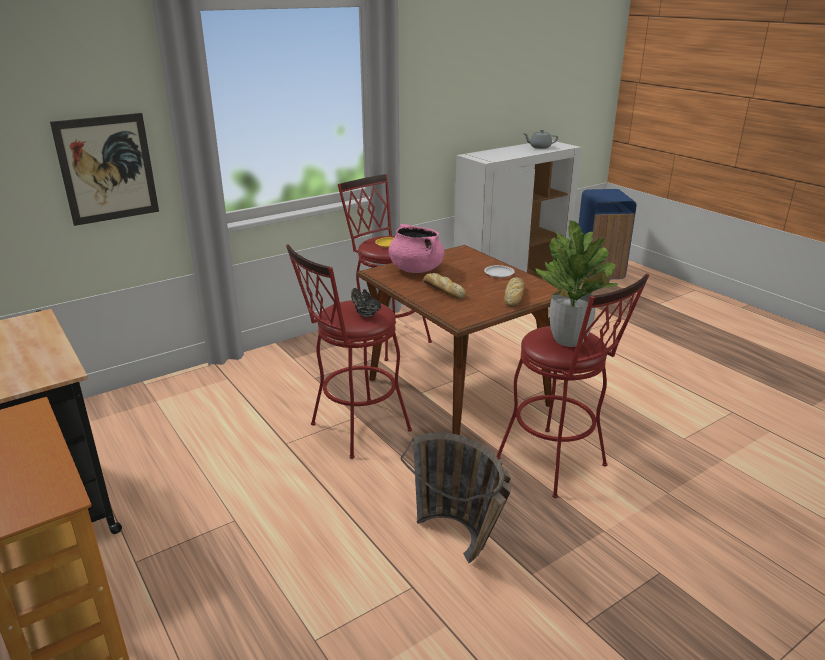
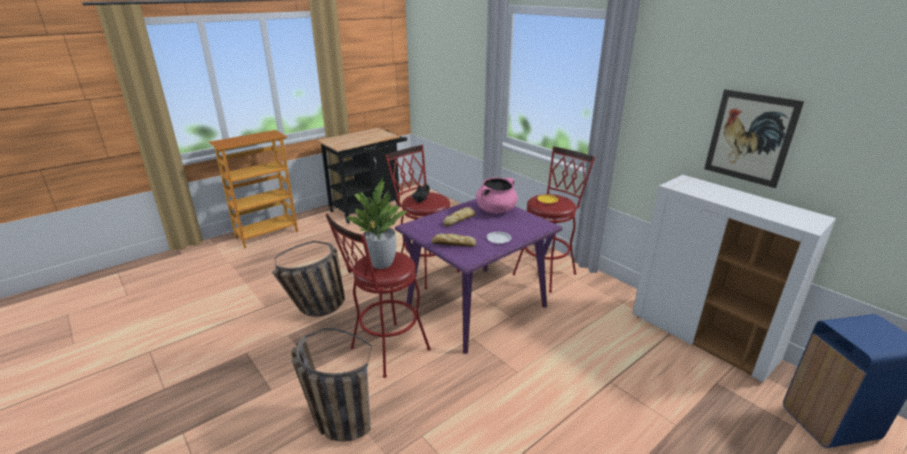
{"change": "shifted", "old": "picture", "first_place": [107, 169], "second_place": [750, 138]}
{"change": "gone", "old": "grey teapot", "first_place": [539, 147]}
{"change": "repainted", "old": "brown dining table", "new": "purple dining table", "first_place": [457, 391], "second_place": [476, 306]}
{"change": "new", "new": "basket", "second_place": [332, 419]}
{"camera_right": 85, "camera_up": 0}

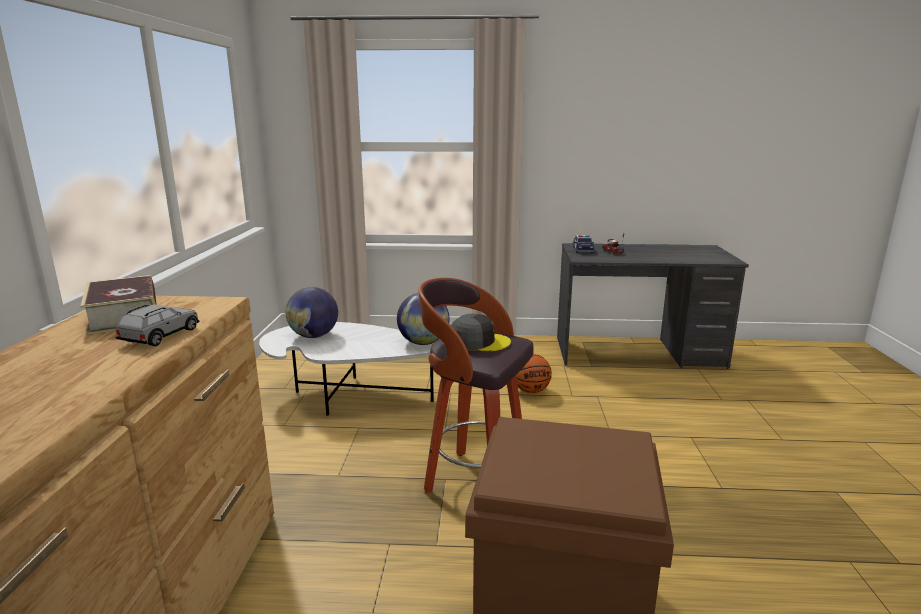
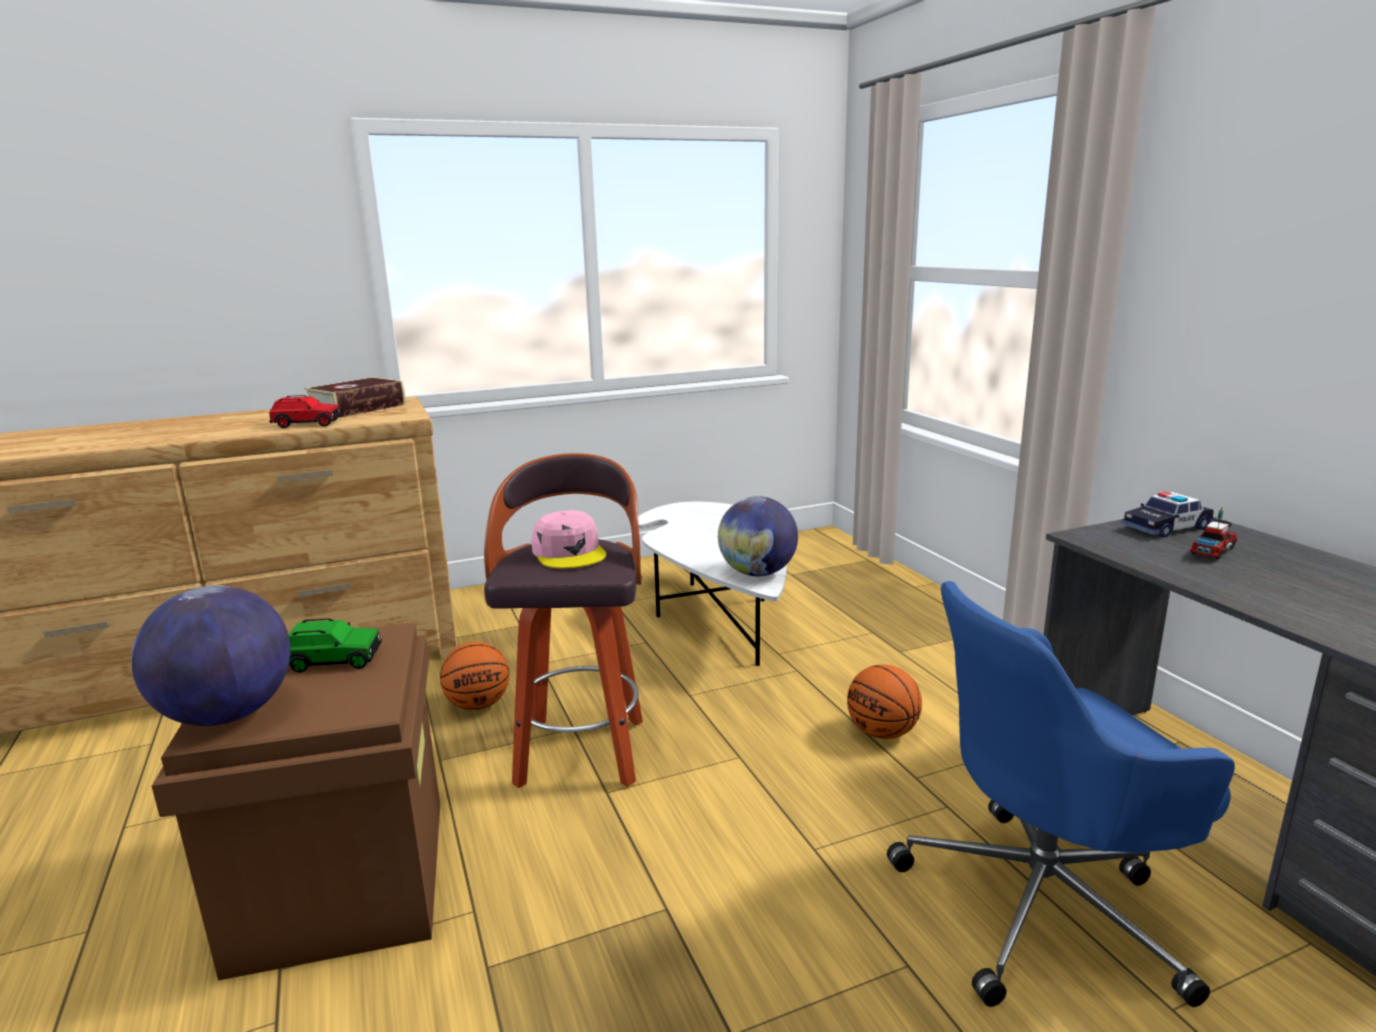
{"change": "shifted", "old": "globe", "first_place": [314, 336], "second_place": [227, 715]}
{"change": "repainted", "old": "grey toy car", "new": "red toy car", "first_place": [160, 336], "second_place": [307, 424]}
{"change": "repainted", "old": "grey cap", "new": "pink cap", "first_place": [478, 342], "second_place": [569, 552]}
{"change": "new", "new": "blue office chair", "second_place": [1043, 905]}
{"change": "new", "new": "green toy car", "second_place": [333, 660]}
{"change": "new", "new": "basketball", "second_place": [478, 705]}
{"camera_right": 65, "camera_up": 0}

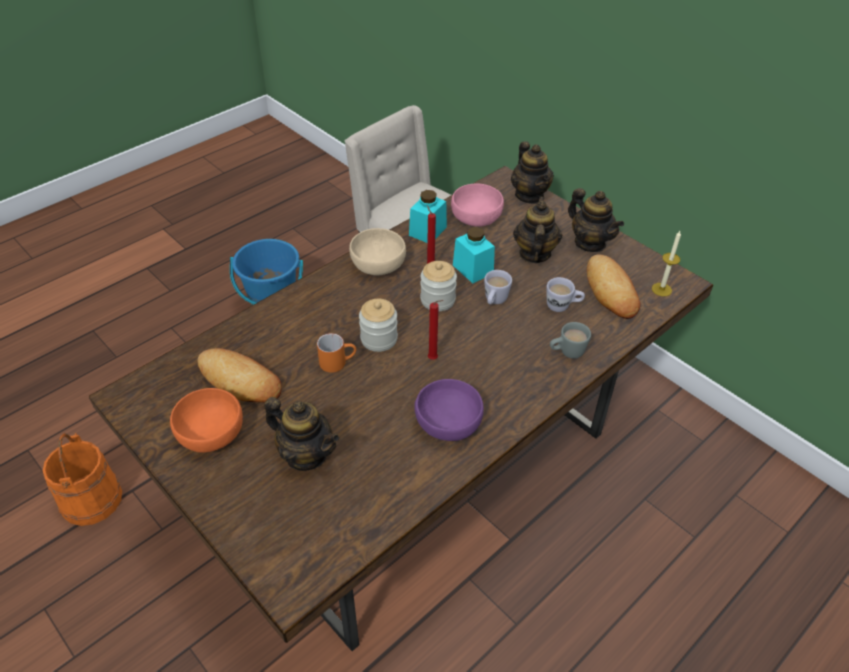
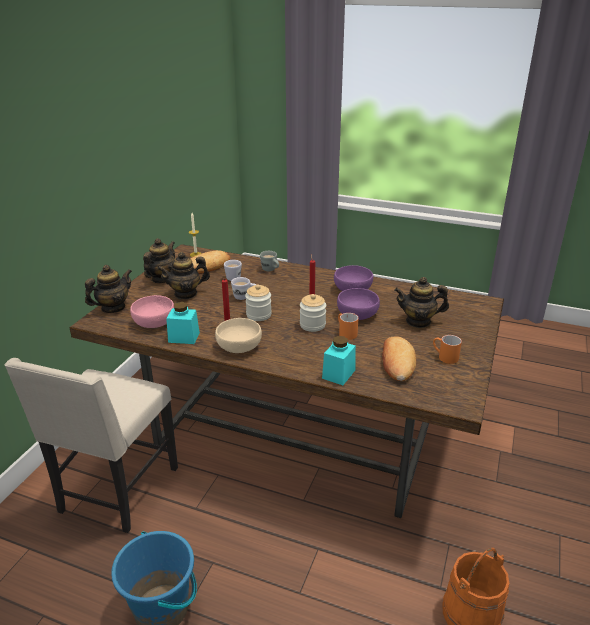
{"change": "shifted", "old": "turquoise jar", "first_place": [473, 269], "second_place": [338, 374]}
{"change": "swapped", "old": "orange bowl", "new": "orange mug", "first_place": [210, 433], "second_place": [444, 357]}
{"change": "rotated", "old": "teapot", "first_place": [306, 454], "second_place": [418, 321], "degrees": -90}
{"change": "new", "new": "purple bowl", "second_place": [356, 314]}
{"camera_right": -115, "camera_up": -15}

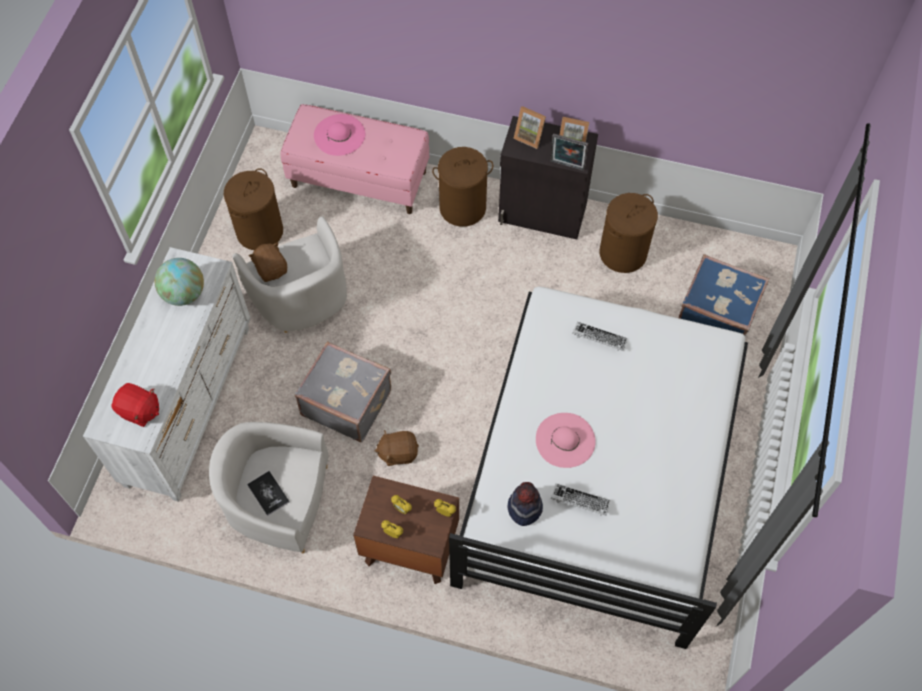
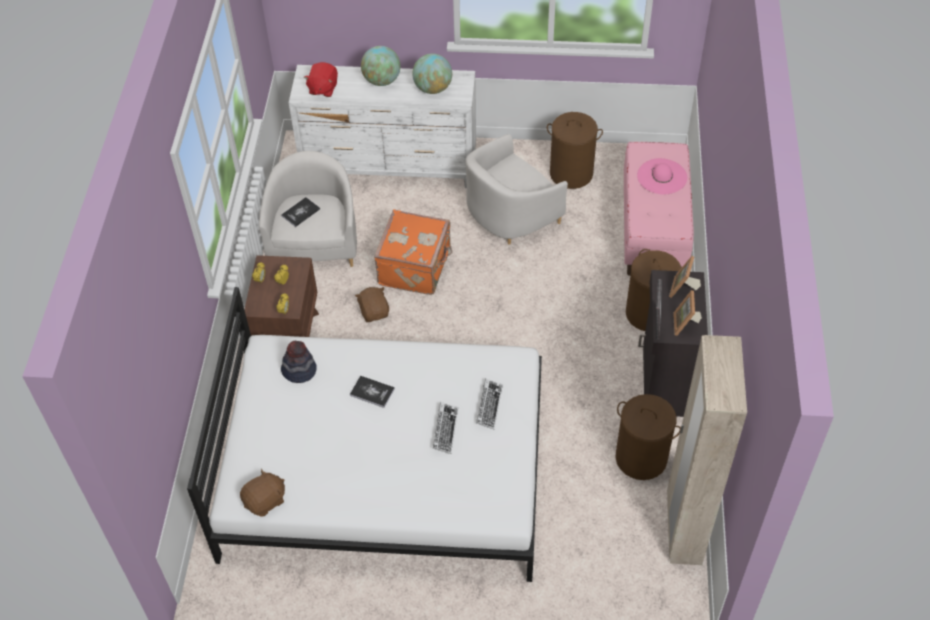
{"change": "shifted", "old": "brown plush toy", "first_place": [271, 269], "second_place": [265, 501]}
{"change": "gone", "old": "blue suitcase", "first_place": [716, 314]}
{"change": "repainted", "old": "grey suitcase", "new": "orange suitcase", "first_place": [347, 402], "second_place": [416, 267]}
{"change": "swapped", "old": "pink hat", "new": "book", "first_place": [565, 440], "second_place": [372, 392]}
{"change": "shifted", "old": "keyboard", "first_place": [580, 501], "second_place": [445, 430]}
{"change": "new", "new": "globe", "second_place": [382, 80]}
{"change": "new", "new": "beige wardrobe", "second_place": [683, 529]}
{"camera_right": 80, "camera_up": -10}

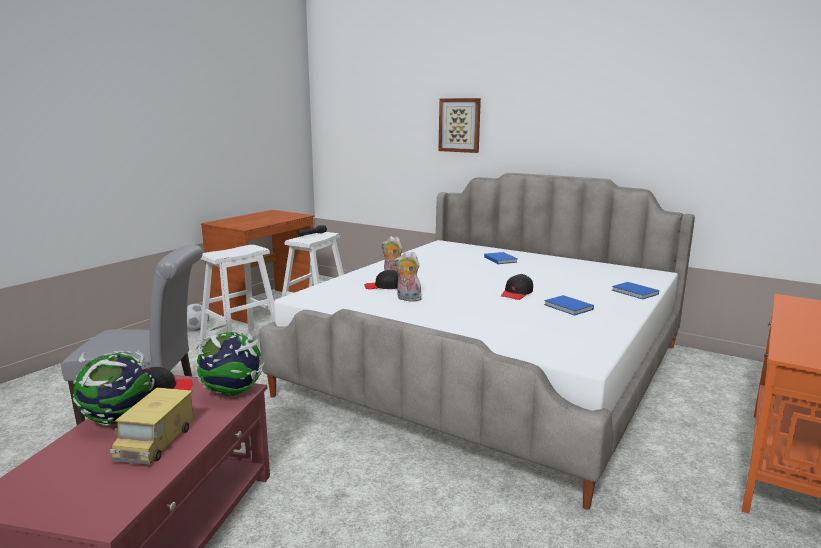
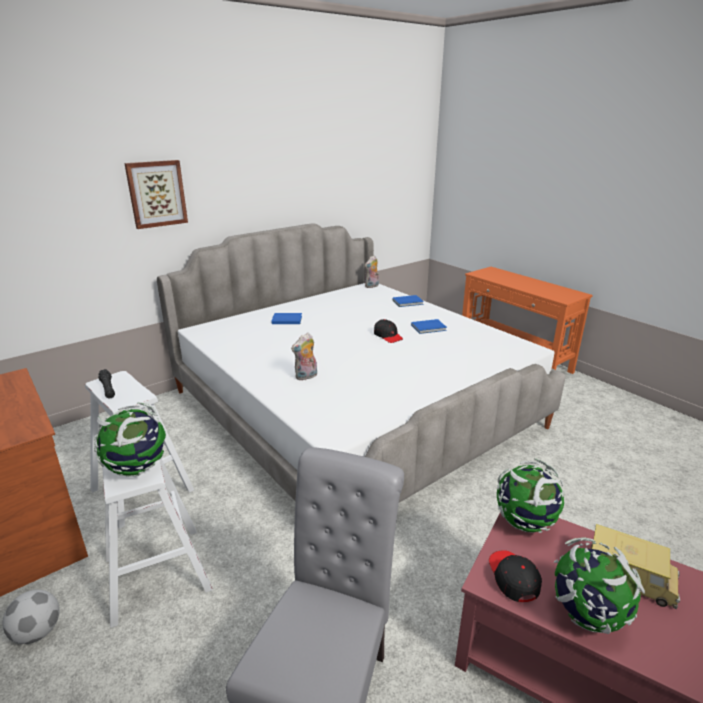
{"change": "shifted", "old": "plush toy", "first_place": [407, 299], "second_place": [372, 286]}
{"change": "gone", "old": "black cap", "first_place": [384, 287]}
{"change": "new", "new": "globe", "second_place": [138, 468]}
{"camera_right": -70, "camera_up": 10}

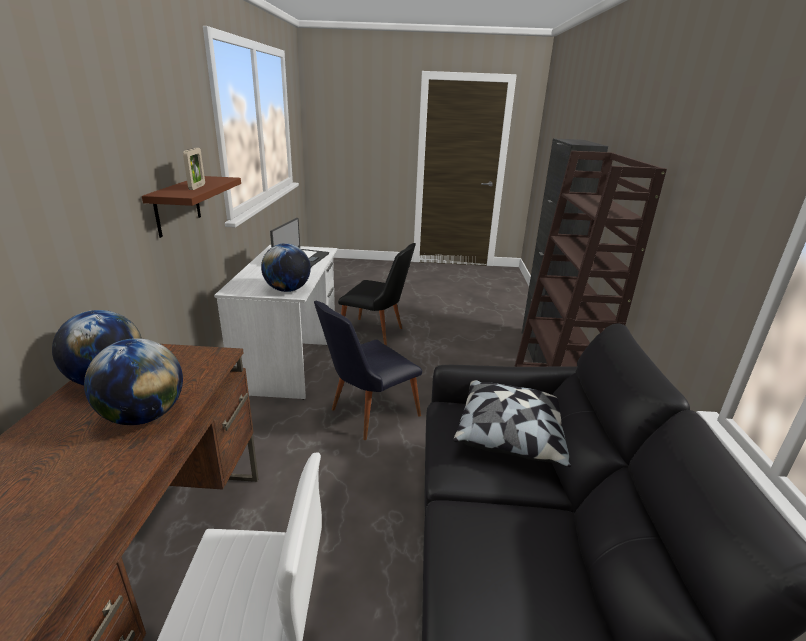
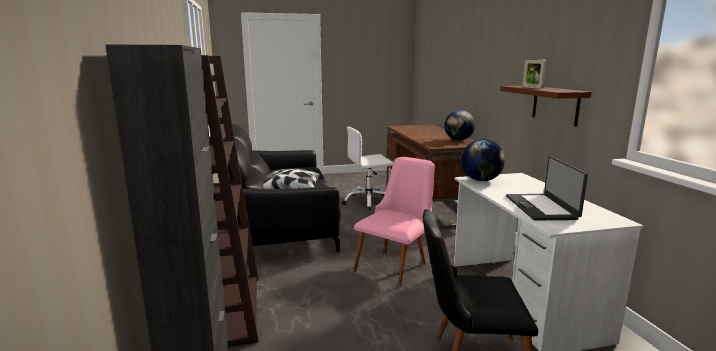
{"change": "repainted", "old": "black chair", "new": "pink chair", "first_place": [367, 414], "second_place": [396, 265]}
{"change": "gone", "old": "globe", "first_place": [144, 416]}
{"camera_right": 165, "camera_up": -10}

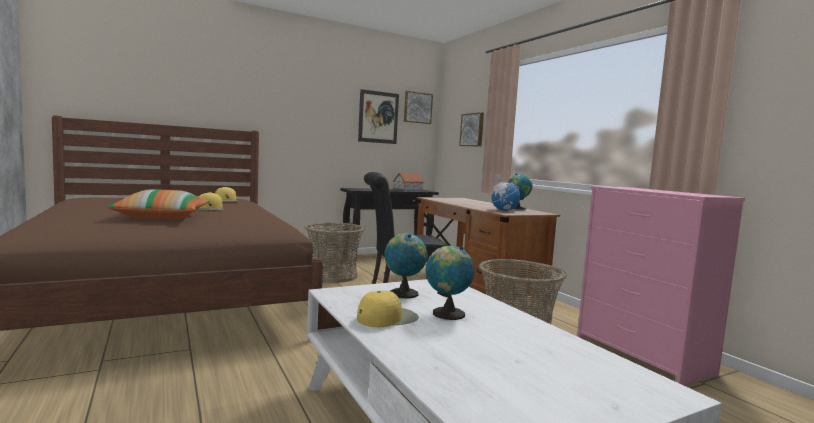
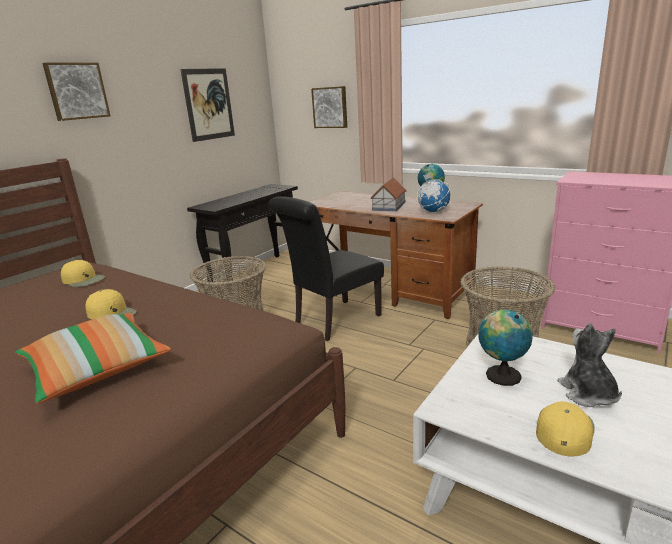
{"change": "shifted", "old": "picture", "first_place": [417, 107], "second_place": [76, 91]}
{"change": "shifted", "old": "toy house", "first_place": [407, 190], "second_place": [388, 206]}
{"change": "swapped", "old": "globe", "new": "plush toy", "first_place": [446, 314], "second_place": [588, 394]}
{"camera_right": -25, "camera_up": 15}

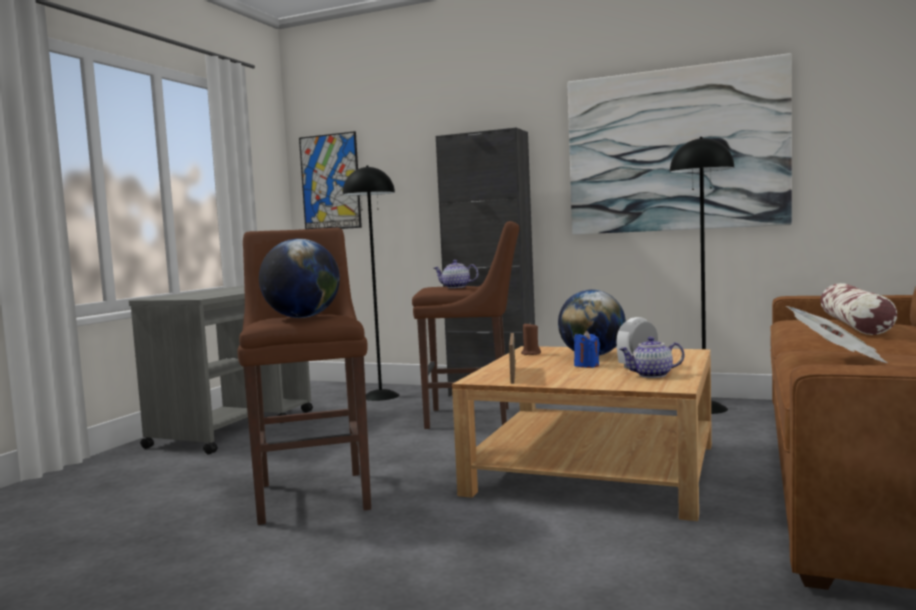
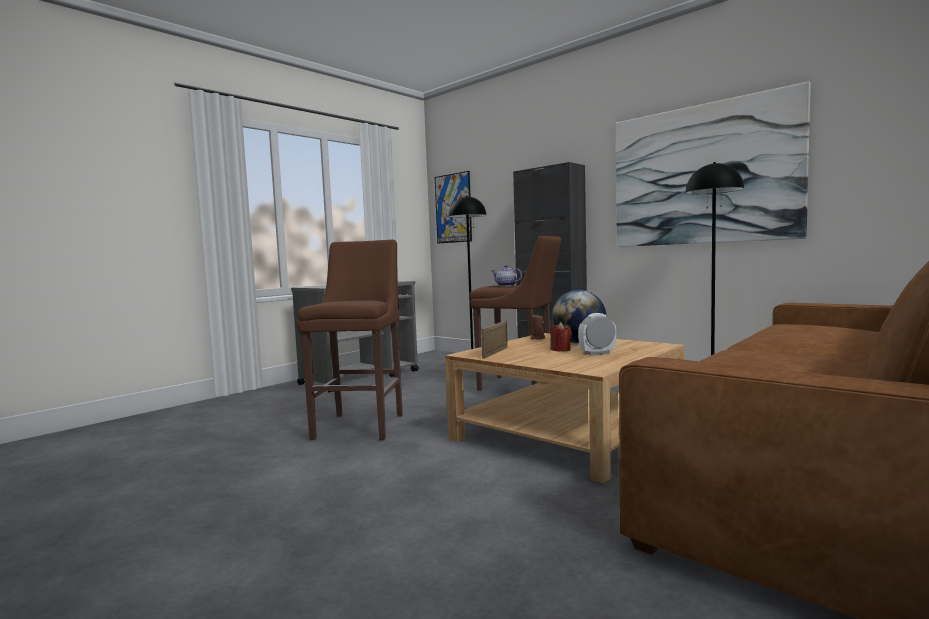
{"change": "gone", "old": "globe", "first_place": [302, 317]}
{"change": "gone", "old": "pillow", "first_place": [855, 325]}
{"change": "gone", "old": "newspaper", "first_place": [837, 359]}
{"change": "repainted", "old": "blue candle", "new": "red candle", "first_place": [587, 365], "second_place": [560, 350]}
{"change": "gone", "old": "teapot", "first_place": [652, 375]}
{"camera_right": 20, "camera_up": 0}

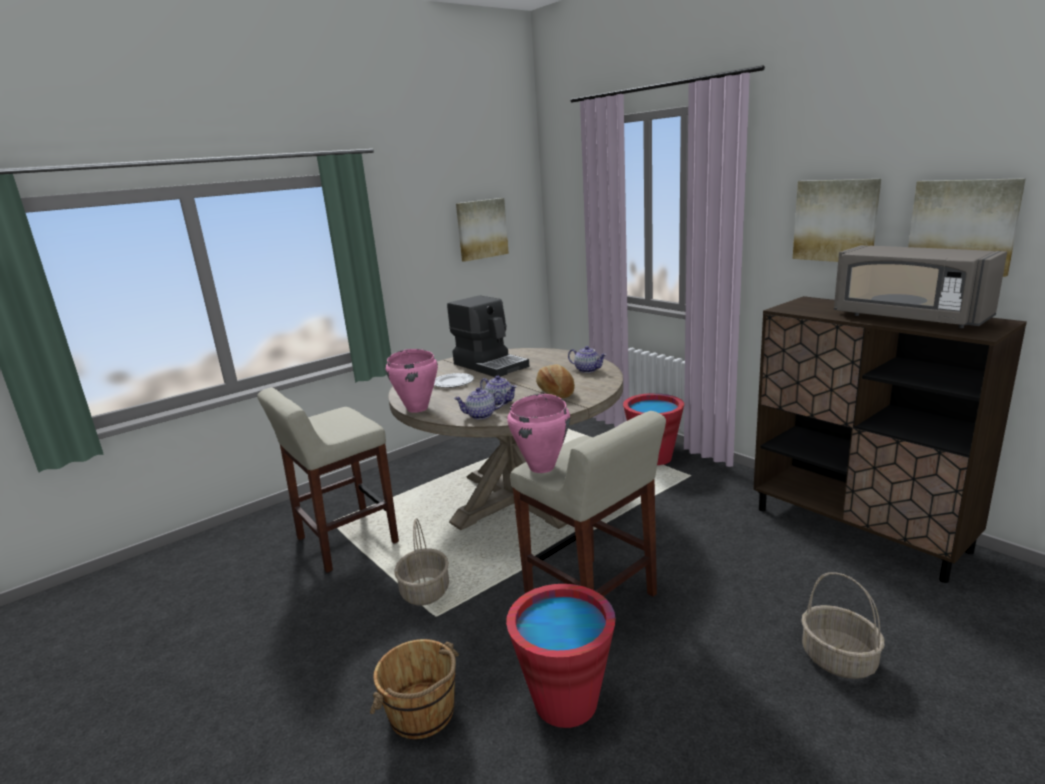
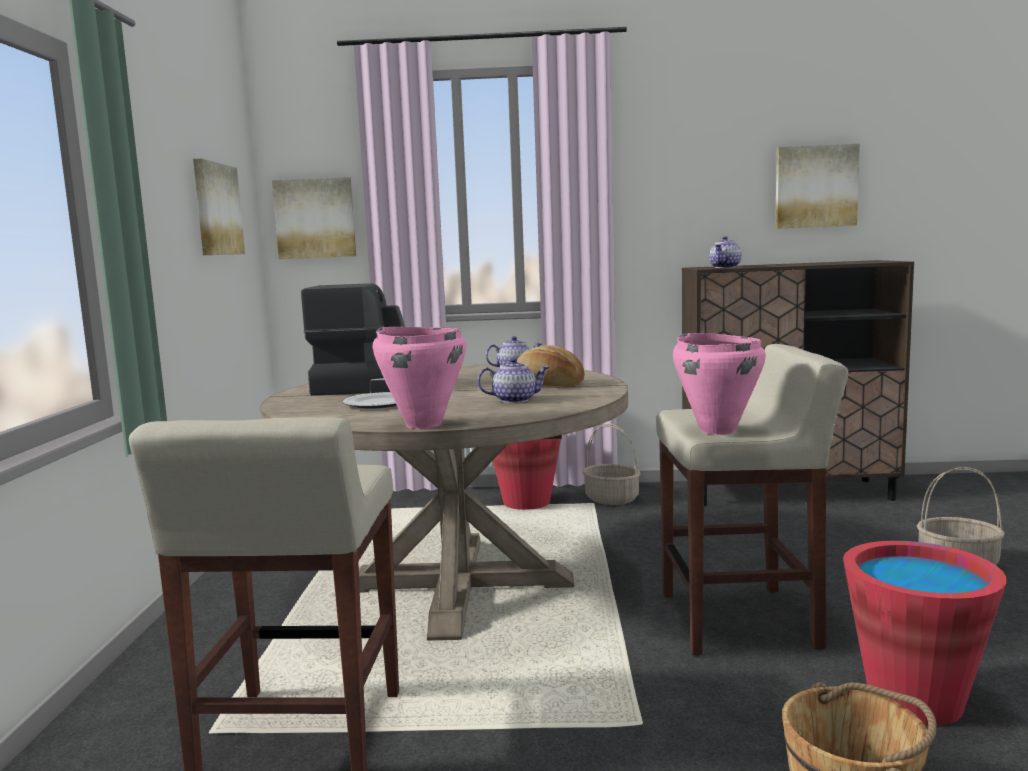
{"change": "shifted", "old": "picture", "first_place": [835, 220], "second_place": [315, 218]}
{"change": "gone", "old": "grey microwave", "first_place": [908, 318]}
{"change": "shifted", "old": "teapot", "first_place": [480, 415], "second_place": [725, 267]}
{"change": "shifted", "old": "basket", "first_place": [425, 591], "second_place": [612, 499]}
{"camera_right": -50, "camera_up": -10}

